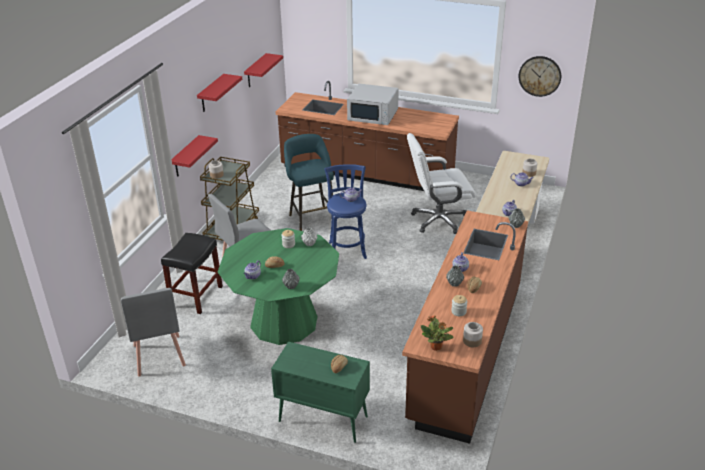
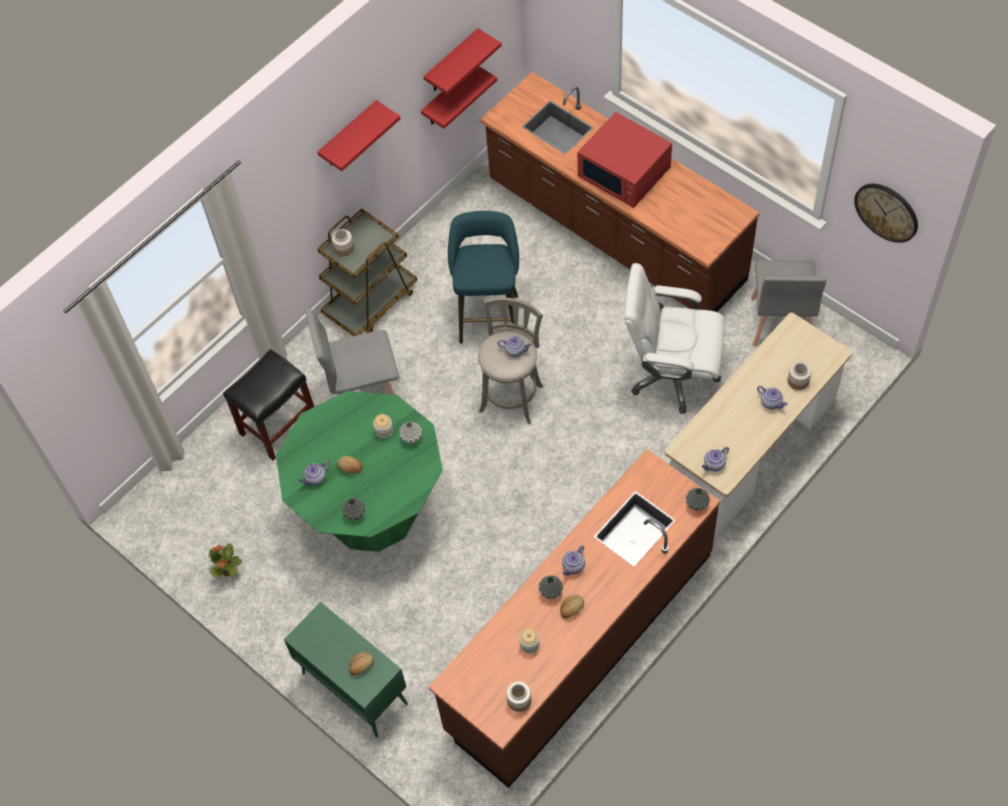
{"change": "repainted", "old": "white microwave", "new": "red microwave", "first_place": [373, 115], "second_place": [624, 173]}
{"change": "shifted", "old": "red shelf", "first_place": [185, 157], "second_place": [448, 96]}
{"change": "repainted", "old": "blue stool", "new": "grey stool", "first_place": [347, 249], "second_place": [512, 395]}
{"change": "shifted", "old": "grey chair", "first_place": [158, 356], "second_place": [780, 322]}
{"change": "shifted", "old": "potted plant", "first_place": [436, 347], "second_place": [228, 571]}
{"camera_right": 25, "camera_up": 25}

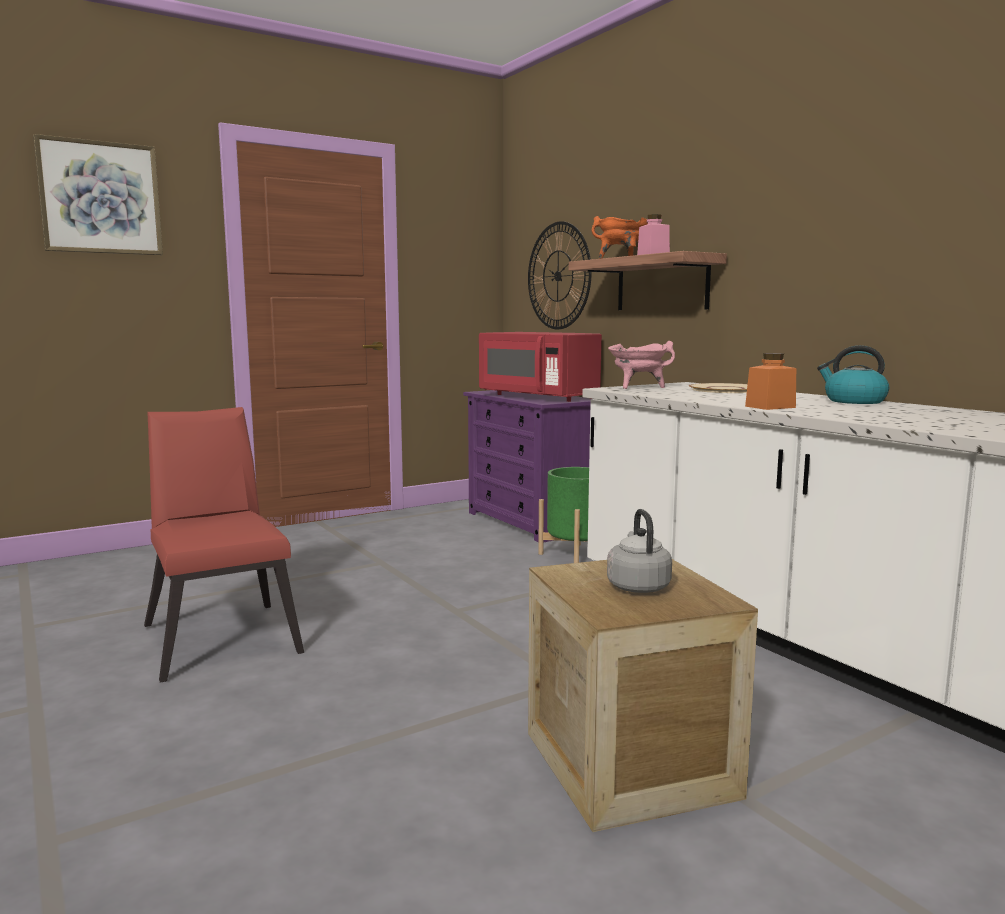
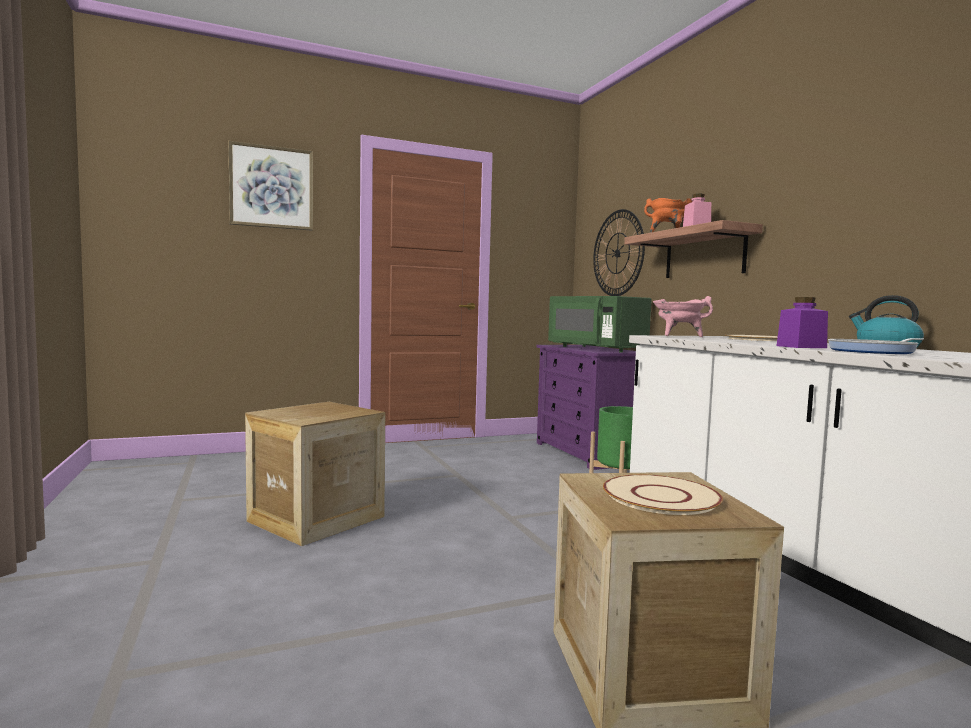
{"change": "repainted", "old": "red microwave", "new": "green microwave", "first_place": [538, 396], "second_place": [596, 349]}
{"change": "repainted", "old": "orange jar", "new": "purple jar", "first_place": [770, 407], "second_place": [801, 347]}
{"change": "swapped", "old": "red chair", "new": "crate", "first_place": [222, 634], "second_place": [316, 519]}
{"change": "swapped", "old": "grey kettle", "new": "beige plate", "first_place": [637, 586], "second_place": [660, 496]}
{"change": "new", "new": "frying pan", "second_place": [875, 351]}
{"camera_right": 10, "camera_up": -5}

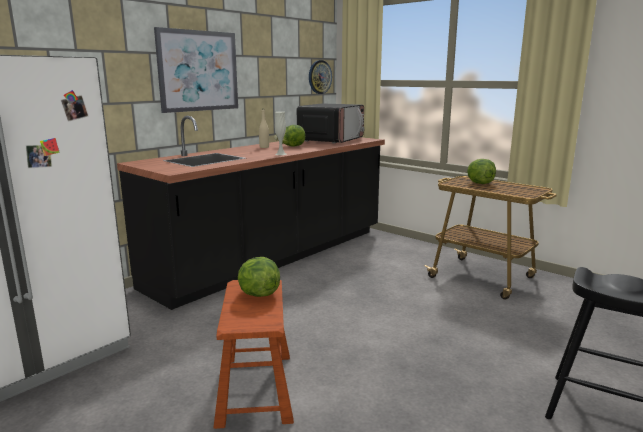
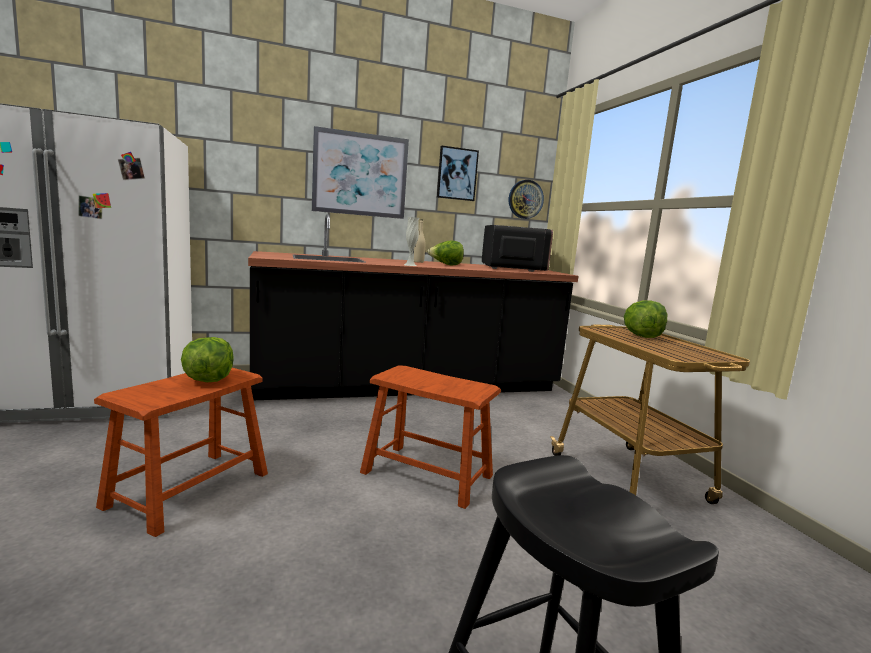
{"change": "rotated", "old": "microwave", "first_place": [331, 140], "second_place": [512, 268], "degrees": -60}
{"change": "new", "new": "picture", "second_place": [457, 174]}
{"change": "new", "new": "brown stool", "second_place": [427, 474]}
{"camera_right": 30, "camera_up": -5}

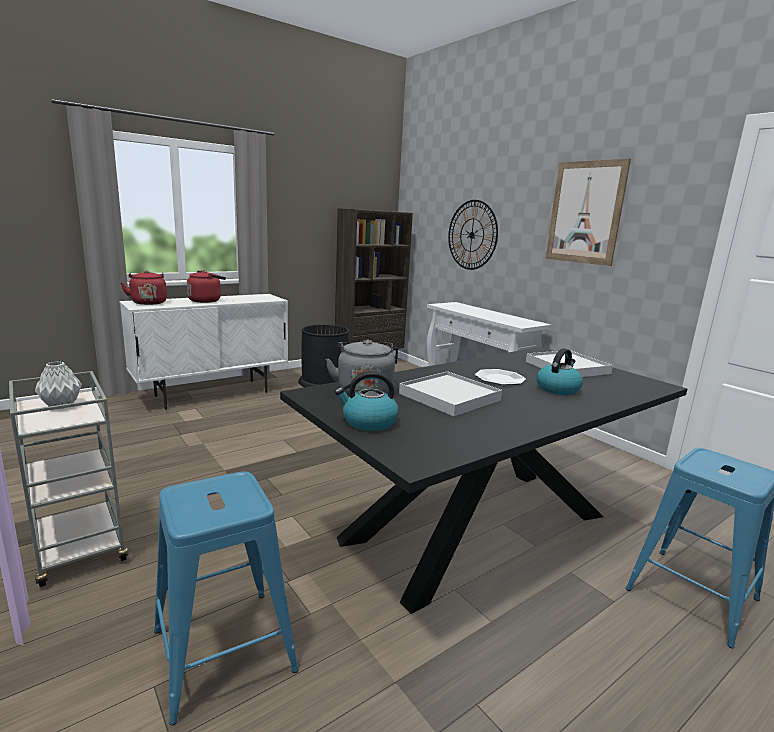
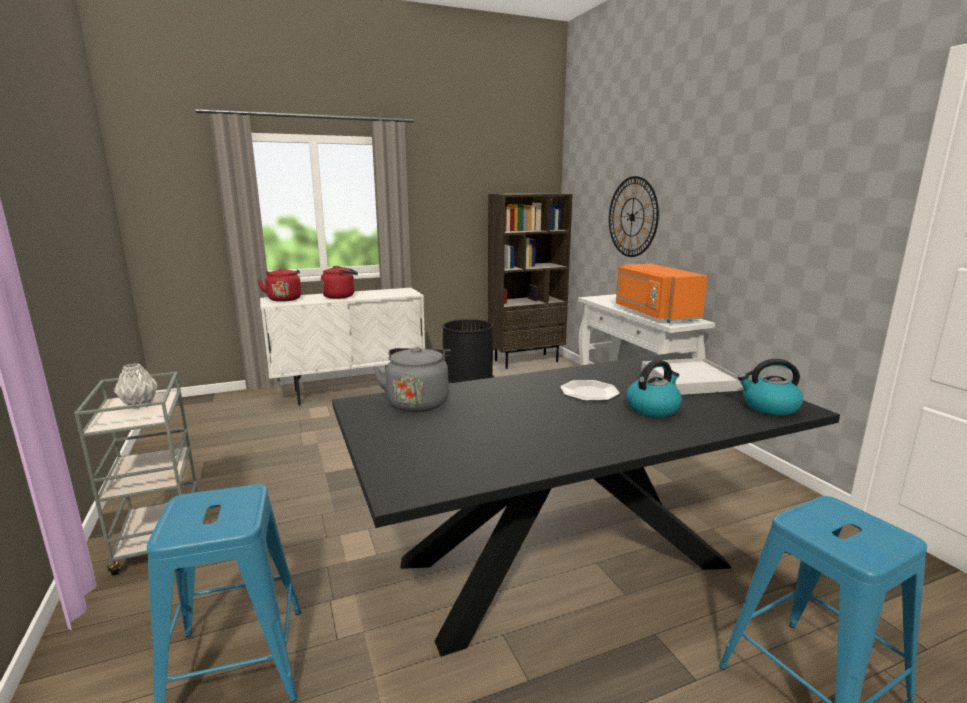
{"change": "gone", "old": "picture", "first_place": [585, 212]}
{"change": "shifted", "old": "kettle", "first_place": [368, 422], "second_place": [769, 407]}
{"change": "gone", "old": "white tray", "first_place": [449, 397]}
{"change": "new", "new": "orange microwave", "second_place": [653, 314]}
{"camera_right": 15, "camera_up": 0}

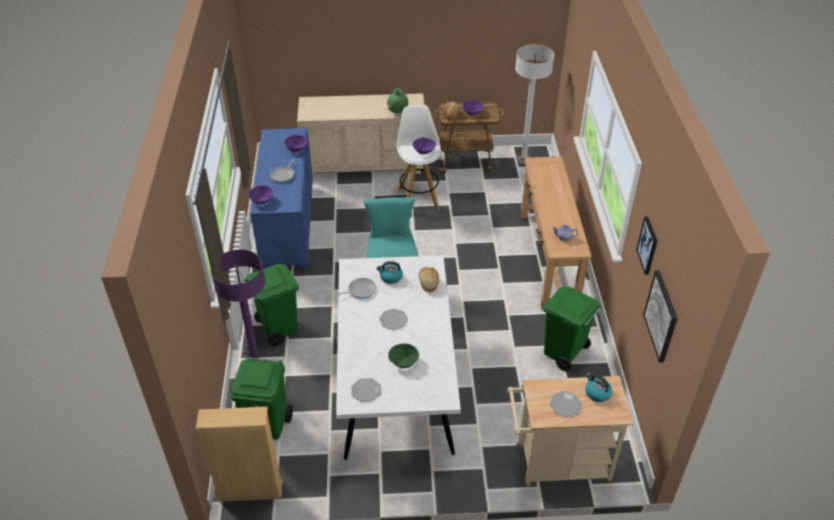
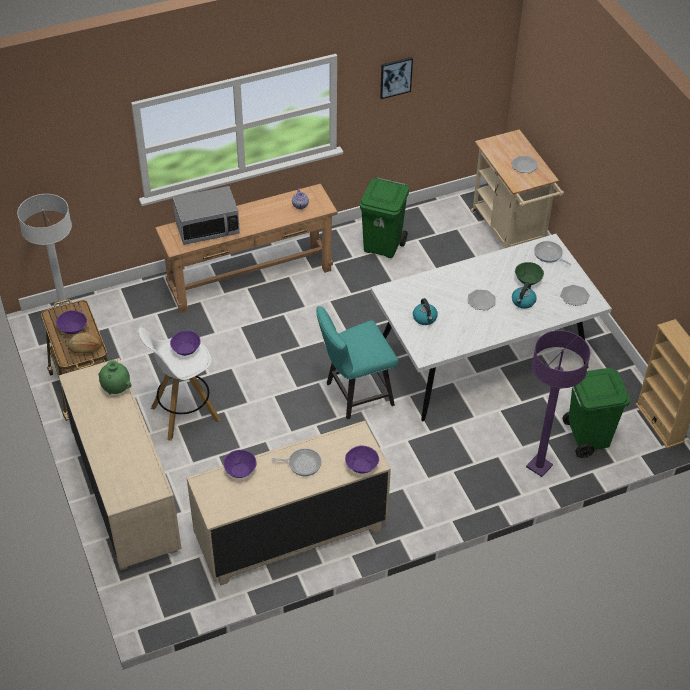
{"change": "repainted", "old": "blue dresser", "new": "beige dresser", "first_place": [288, 227], "second_place": [291, 534]}
{"change": "gone", "old": "green trash can", "first_place": [278, 328]}
{"change": "gone", "old": "bread", "first_place": [428, 283]}
{"change": "gone", "old": "picture", "first_place": [661, 316]}
{"change": "shifted", "old": "frying pan", "first_place": [360, 290], "second_place": [549, 255]}
{"change": "shifted", "old": "kettle", "first_place": [597, 393], "second_place": [523, 302]}
{"change": "new", "new": "microwave", "second_place": [207, 228]}
{"camera_right": -110, "camera_up": 5}

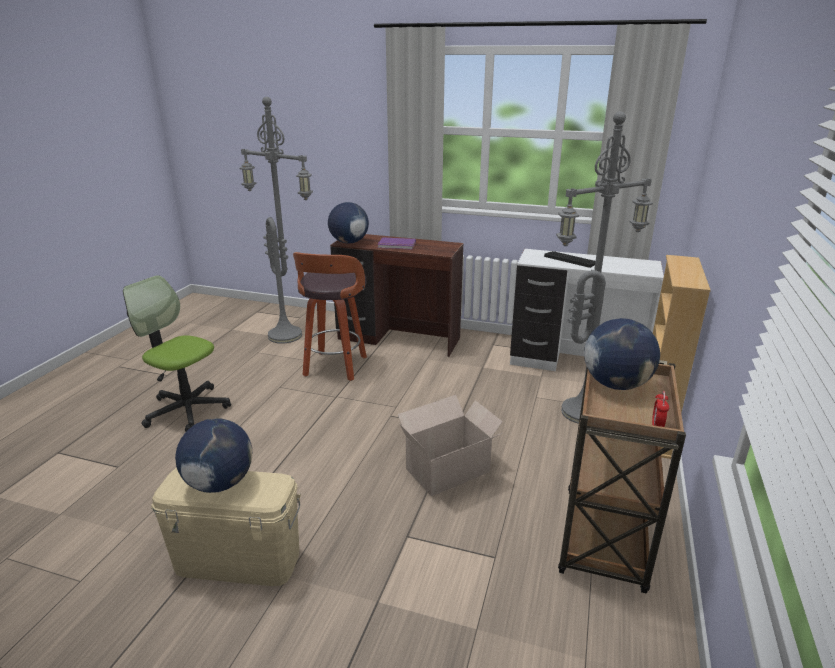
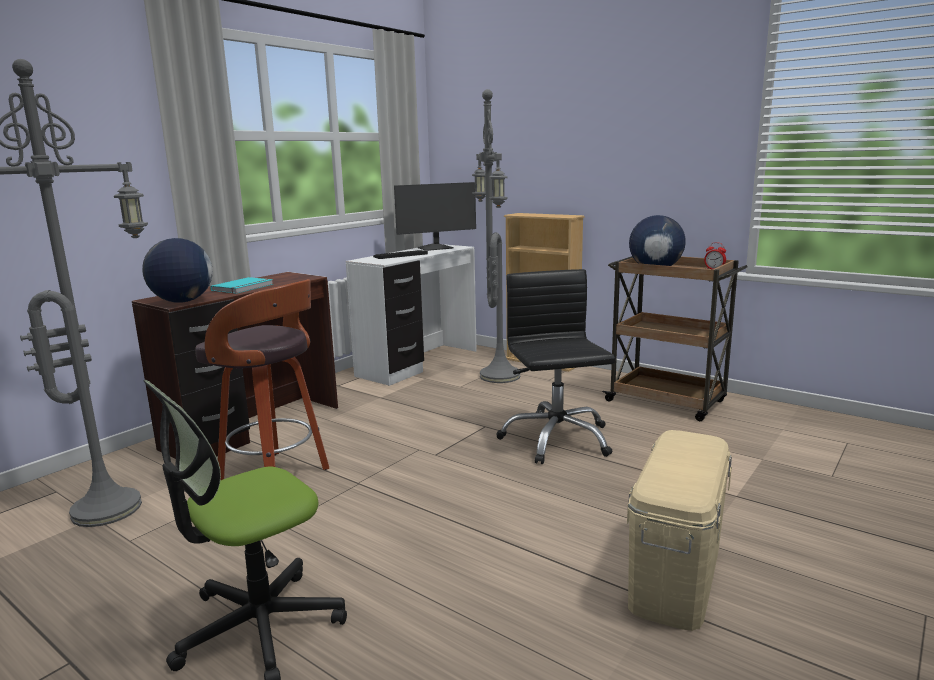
{"change": "repainted", "old": "purple book", "new": "turquoise book", "first_place": [396, 245], "second_place": [244, 288]}
{"change": "swapped", "old": "cardboard box", "new": "black office chair", "first_place": [450, 470], "second_place": [556, 439]}
{"change": "gone", "old": "globe", "first_place": [219, 483]}
{"change": "new", "new": "monitor", "second_place": [436, 248]}
{"camera_right": -70, "camera_up": -10}

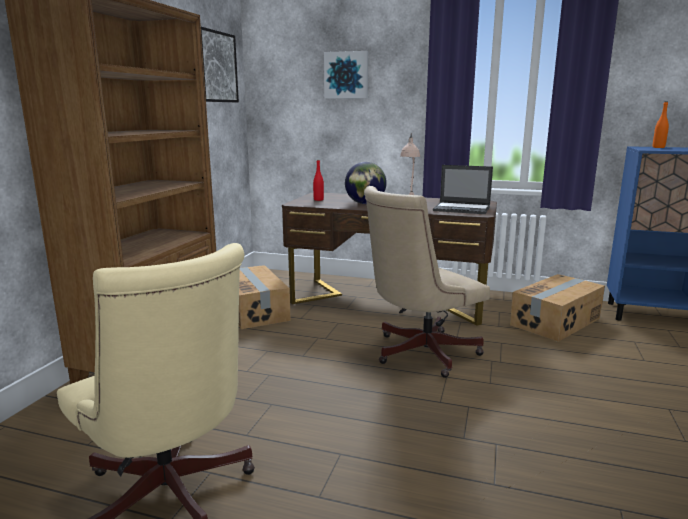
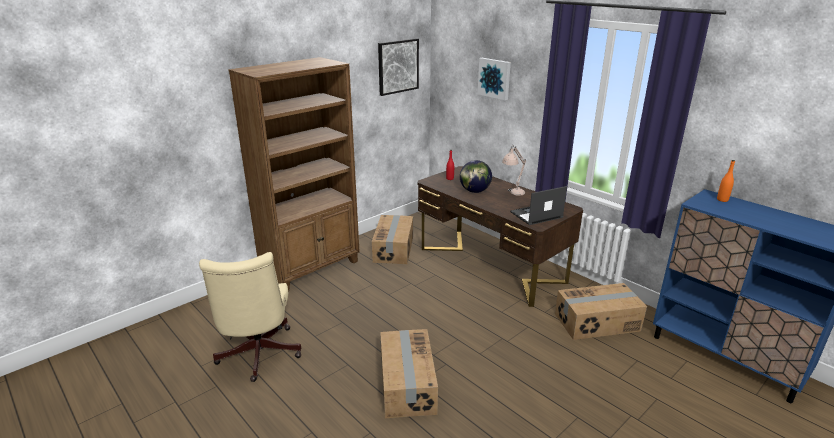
{"change": "rotated", "old": "laptop", "first_place": [462, 209], "second_place": [536, 215], "degrees": 105}
{"change": "gone", "old": "beige office chair", "first_place": [419, 353]}
{"change": "new", "new": "cardboard box", "second_place": [406, 384]}
{"camera_right": 30, "camera_up": 10}

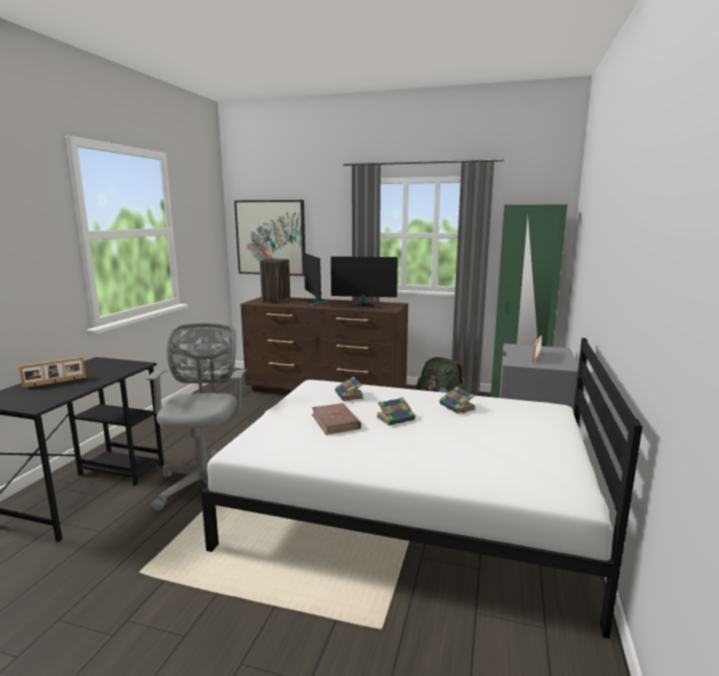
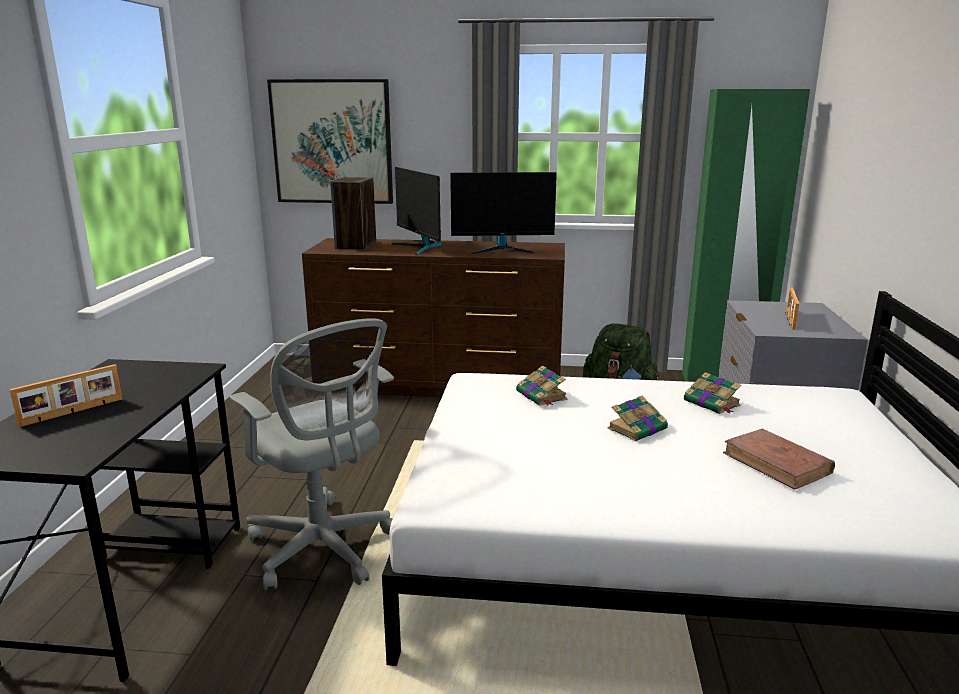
{"change": "rotated", "old": "grey office chair", "first_place": [205, 481], "second_place": [324, 549], "degrees": 150}
{"change": "shifted", "old": "brown book", "first_place": [335, 422], "second_place": [777, 463]}
{"camera_right": -10, "camera_up": 5}

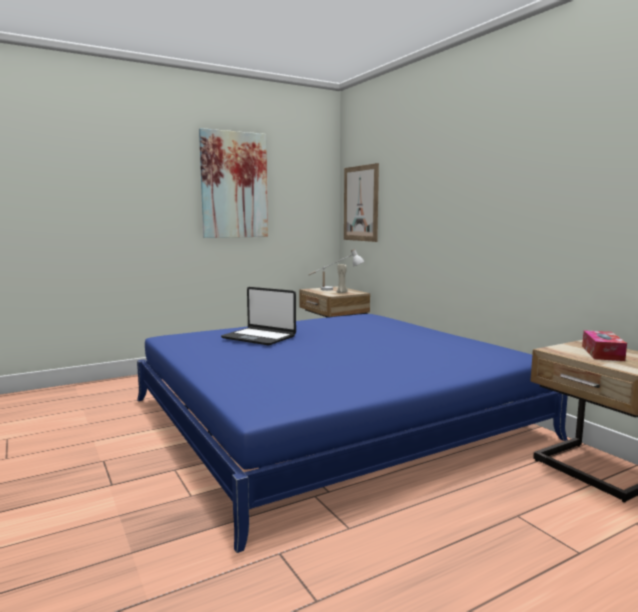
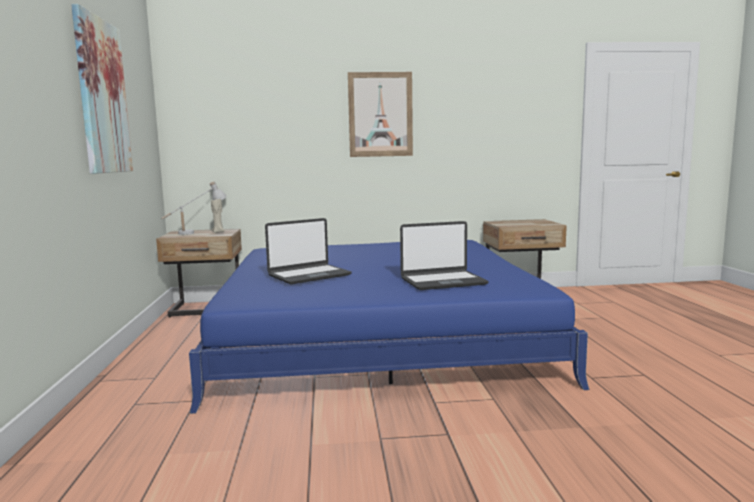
{"change": "shifted", "old": "picture", "first_place": [361, 203], "second_place": [380, 114]}
{"change": "gone", "old": "tissue box", "first_place": [602, 353]}
{"change": "new", "new": "laptop", "second_place": [442, 281]}
{"camera_right": -65, "camera_up": 0}

